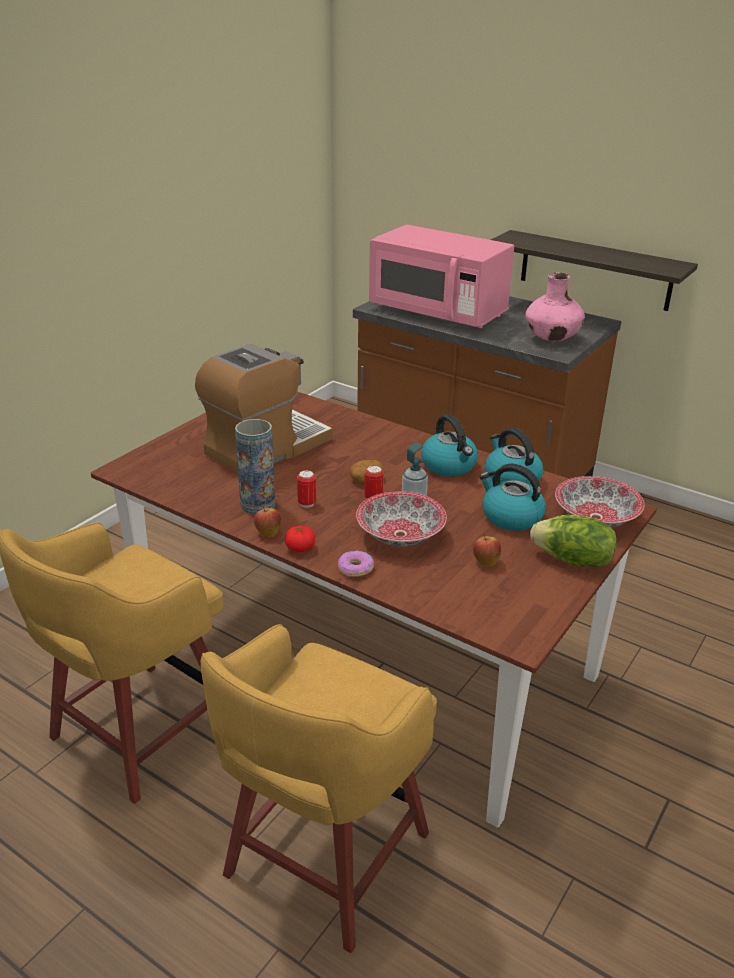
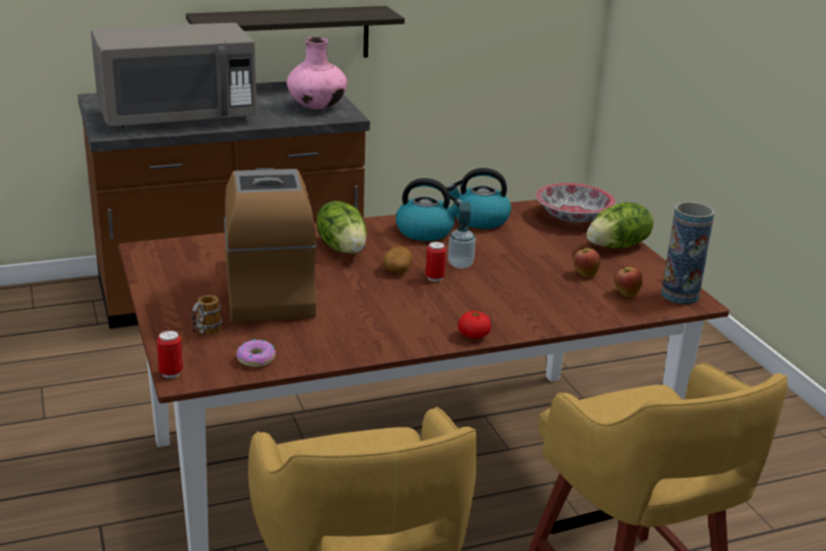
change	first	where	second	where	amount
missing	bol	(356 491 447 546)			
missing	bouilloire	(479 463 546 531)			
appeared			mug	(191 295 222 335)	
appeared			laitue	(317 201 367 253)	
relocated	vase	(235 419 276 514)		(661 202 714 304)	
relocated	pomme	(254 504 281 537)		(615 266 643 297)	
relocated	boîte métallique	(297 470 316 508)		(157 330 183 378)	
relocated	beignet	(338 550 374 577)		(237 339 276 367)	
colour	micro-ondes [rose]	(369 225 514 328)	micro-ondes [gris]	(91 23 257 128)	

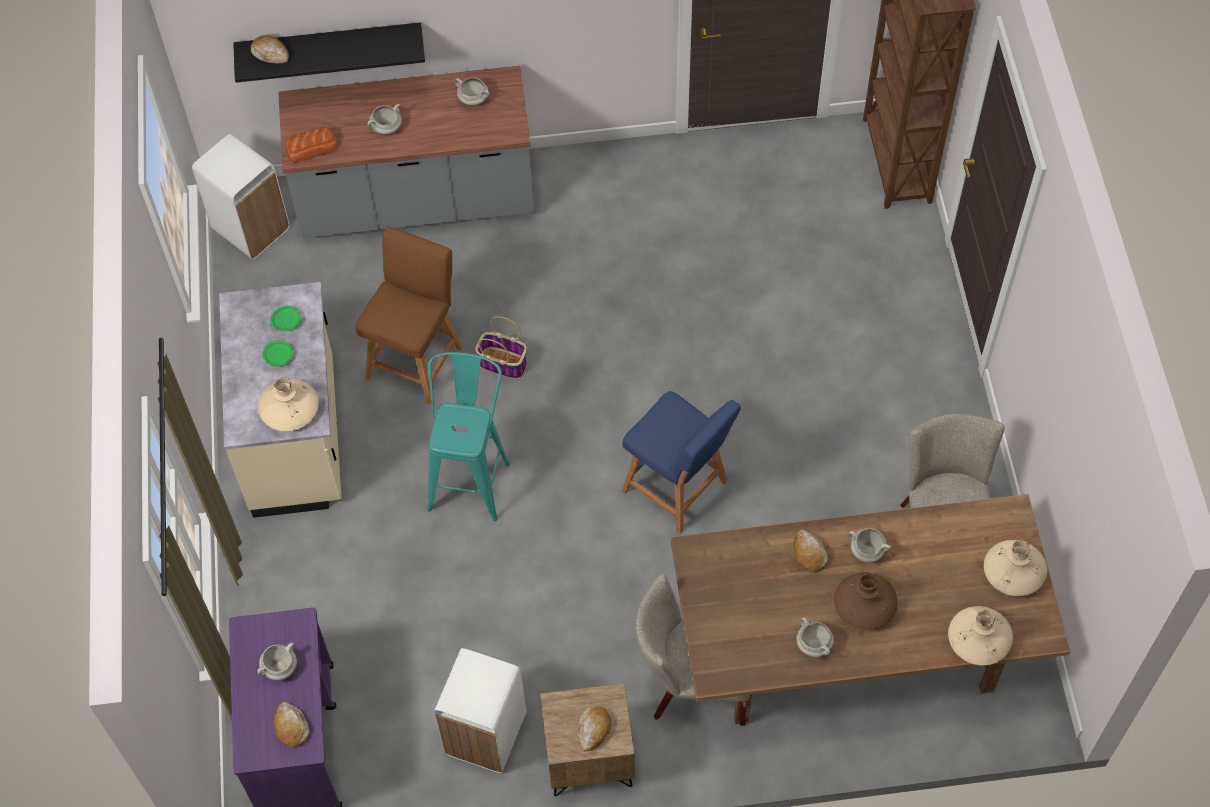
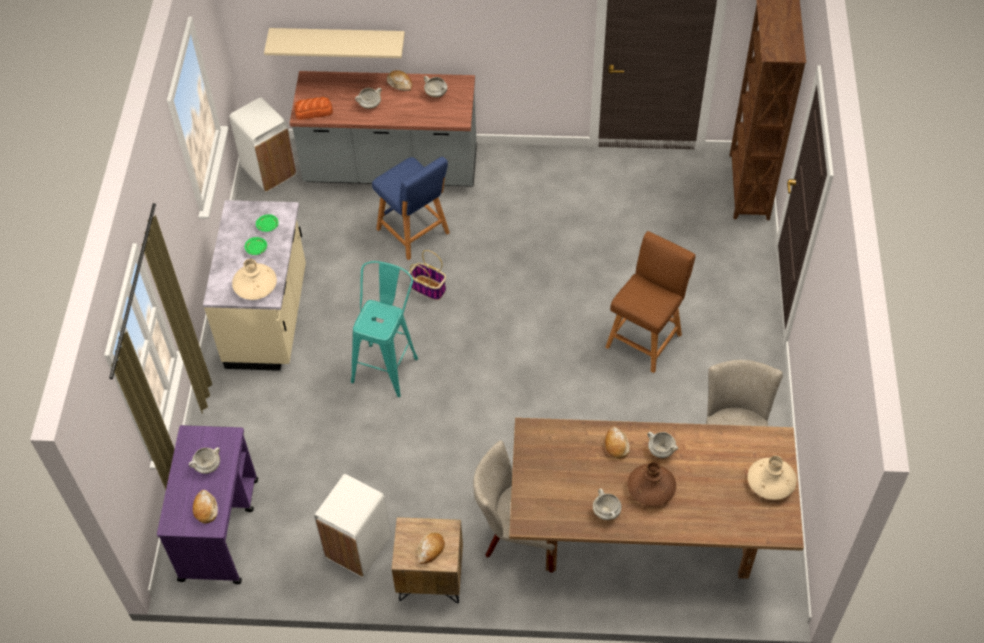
change	first	where	second	where	amount
missing	vase [beige]	(948 606 1013 665)			
relocated	pain	(251 35 289 64)		(387 70 412 91)	
relocated	tabouret [marron]	(356 226 463 404)		(605 231 696 373)	
relocated	tabouret [bleu]	(622 391 741 534)		(372 157 450 260)	
colour	étagère [noir]	(233 22 425 83)	étagère [beige]	(264 28 405 58)	

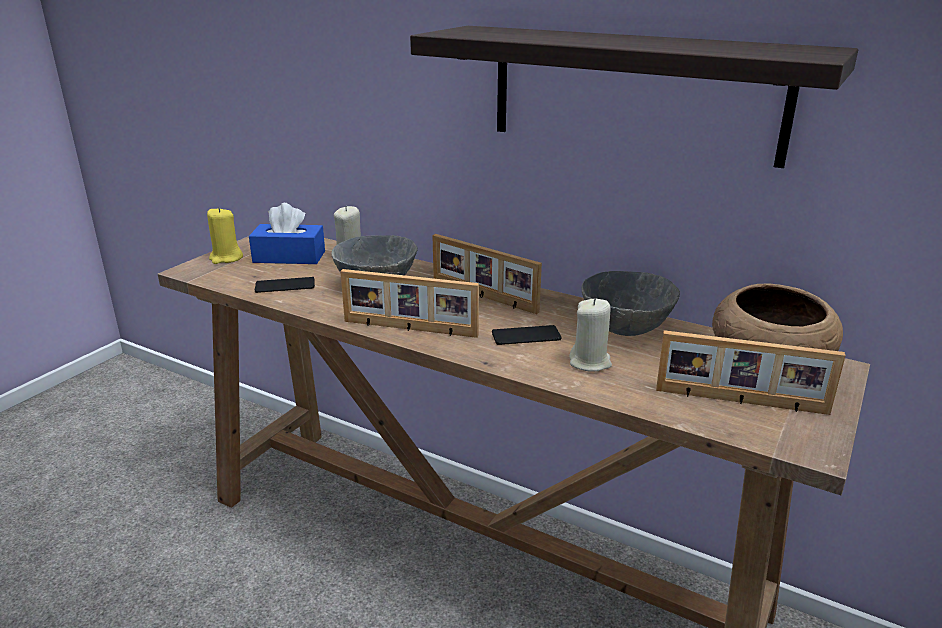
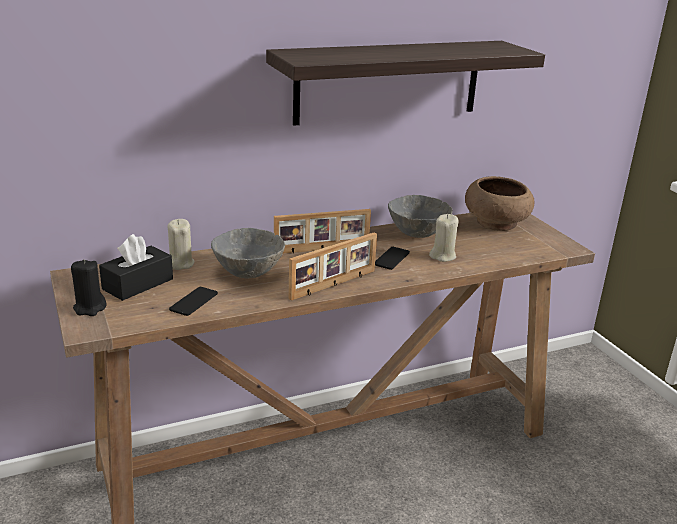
change	first	where	second	where	amount
missing	cadre photo	(656 330 846 415)			
colour	bougie [jaune]	(207 207 243 264)	bougie [noir]	(71 259 106 316)	
colour	boîte à mouchoirs [bleu]	(249 203 325 264)	boîte à mouchoirs [noir]	(99 234 173 301)	

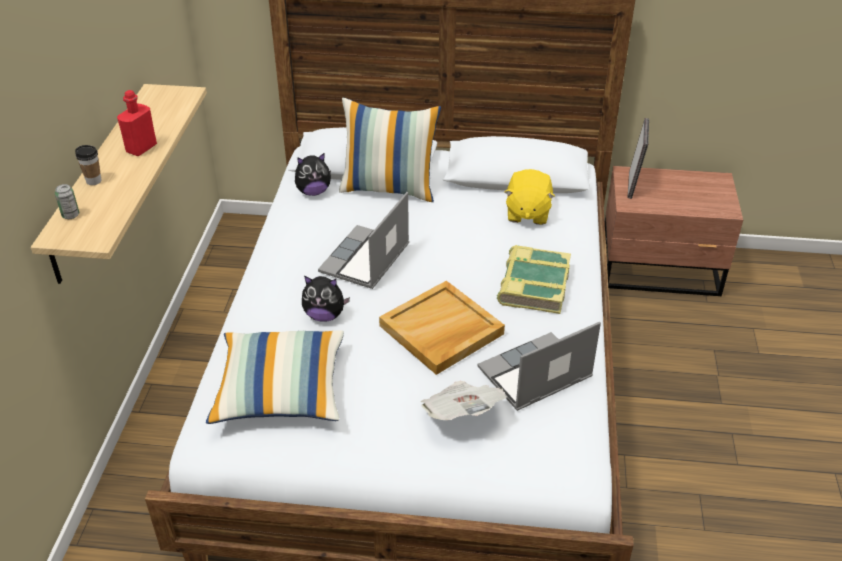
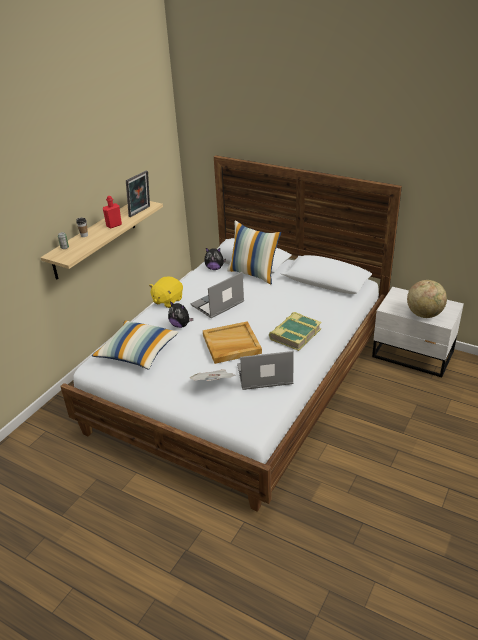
change	first	where	second	where	amount
appeared			globe	(407 280 447 318)	
relocated	peluche [jaune]	(504 169 555 225)		(149 277 183 308)	
relocated	cadre photo	(628 118 649 199)		(126 171 150 217)	
colour	table de chevet [marron]	(605 166 743 296)	table de chevet [blanc]	(372 287 464 377)	

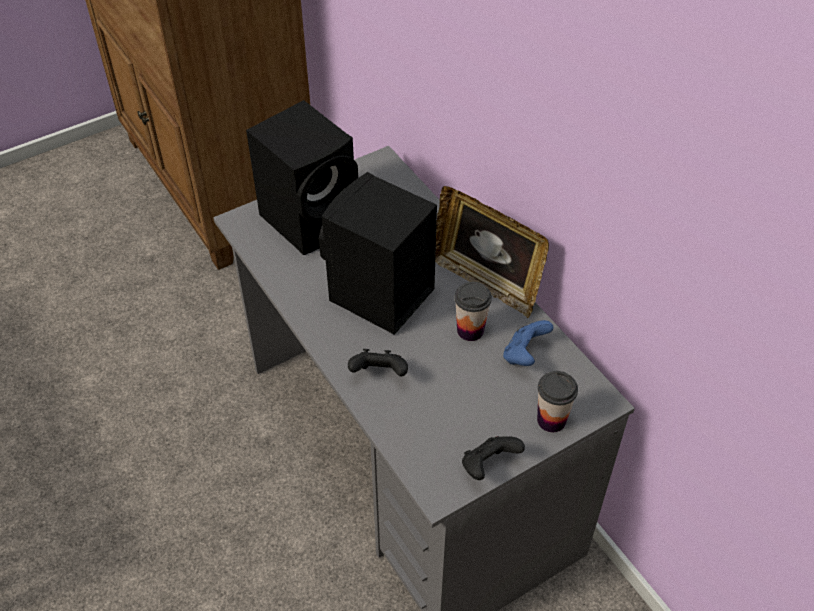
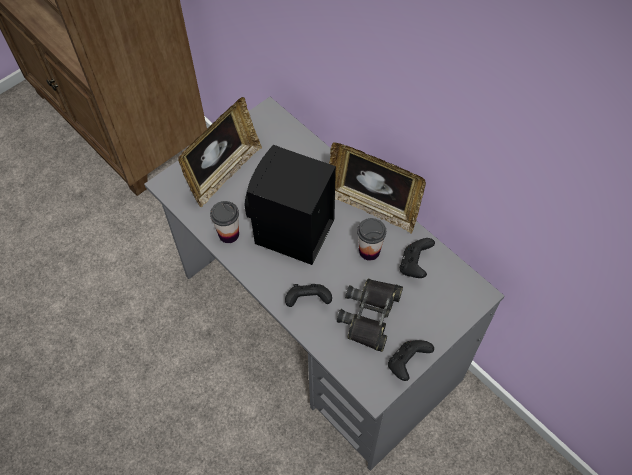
change	first	where	second	where	amount
appeared			jumelles [noir]	(337 279 403 352)	
relocated	tasse	(537 371 578 432)		(210 201 239 243)	
exchanged	enceinte [noir]	(246 100 358 255)	cadre photo	(178 97 262 207)	
colour	manette [bleu]	(503 320 554 366)	manette [noir]	(400 238 435 278)	

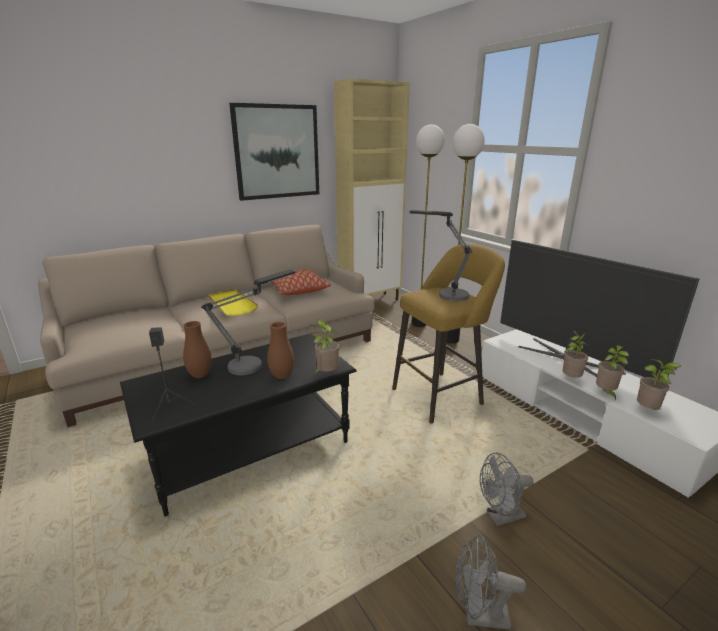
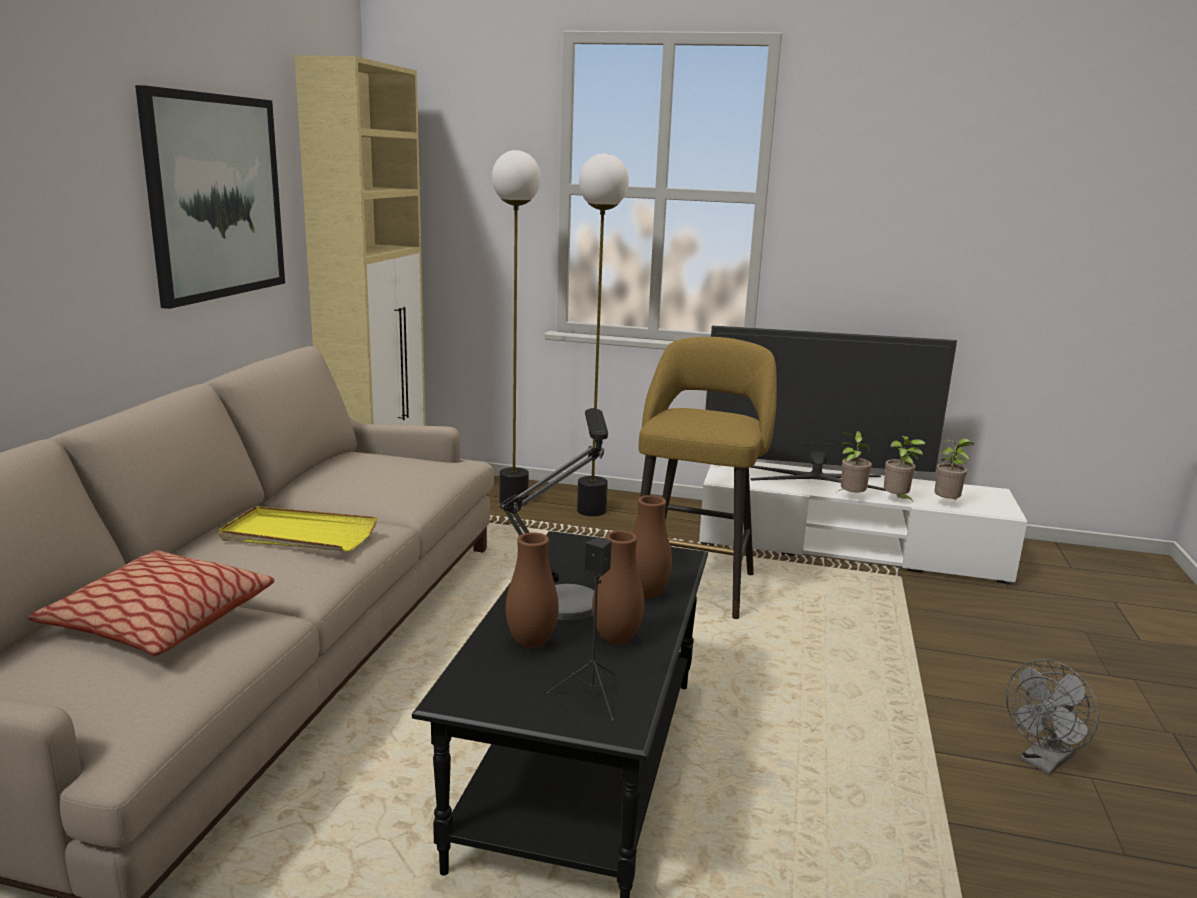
change	first	where	second	where	amount
missing	plante en pot	(310 319 339 373)			
missing	lampe de table	(409 210 472 301)			
missing	ventilateur [gris]	(480 453 534 526)			
appeared			vase [marron]	(592 530 644 644)	
relocated	coussin	(271 269 331 295)		(28 550 275 656)	

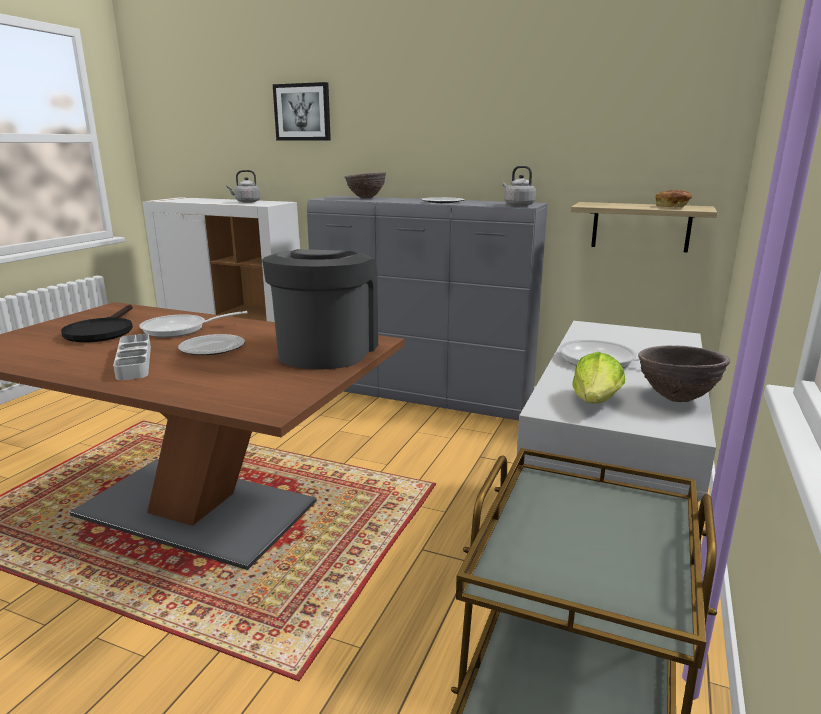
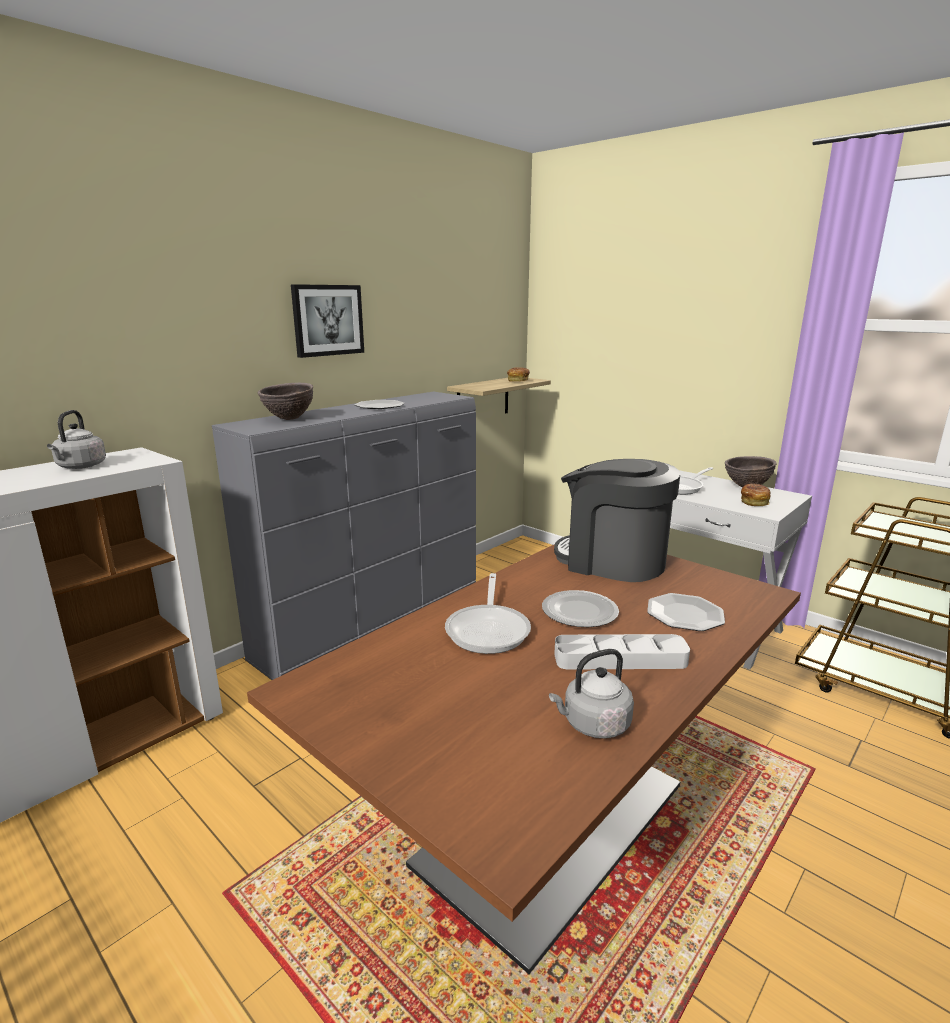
change	first	where	second	where	amount
missing	poêle [noir]	(61 305 133 343)			
appeared			assiette	(647 593 725 631)	
relocated	tableau	(273 82 331 141)		(291 284 364 358)	
relocated	bouilloire [gris]	(503 166 536 206)		(549 649 634 738)	
exchanged	laitue	(572 352 625 404)	pain	(741 484 771 506)	

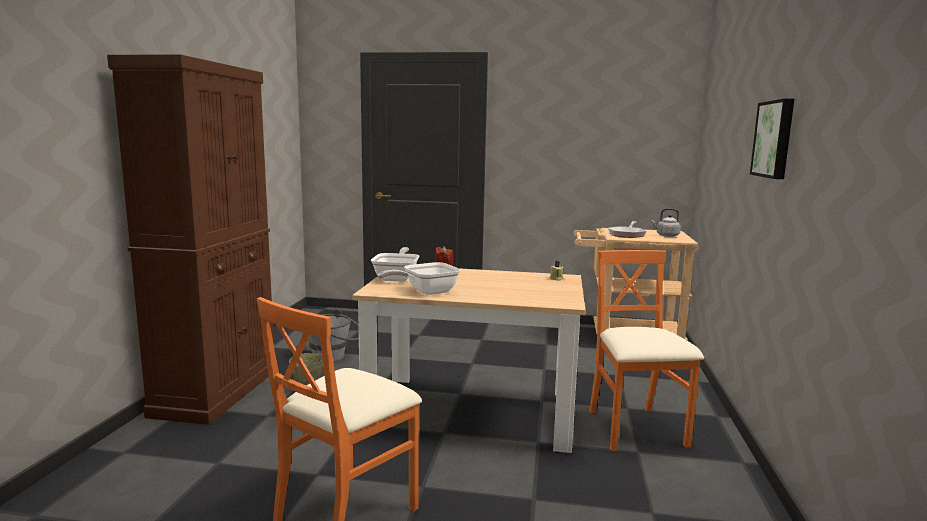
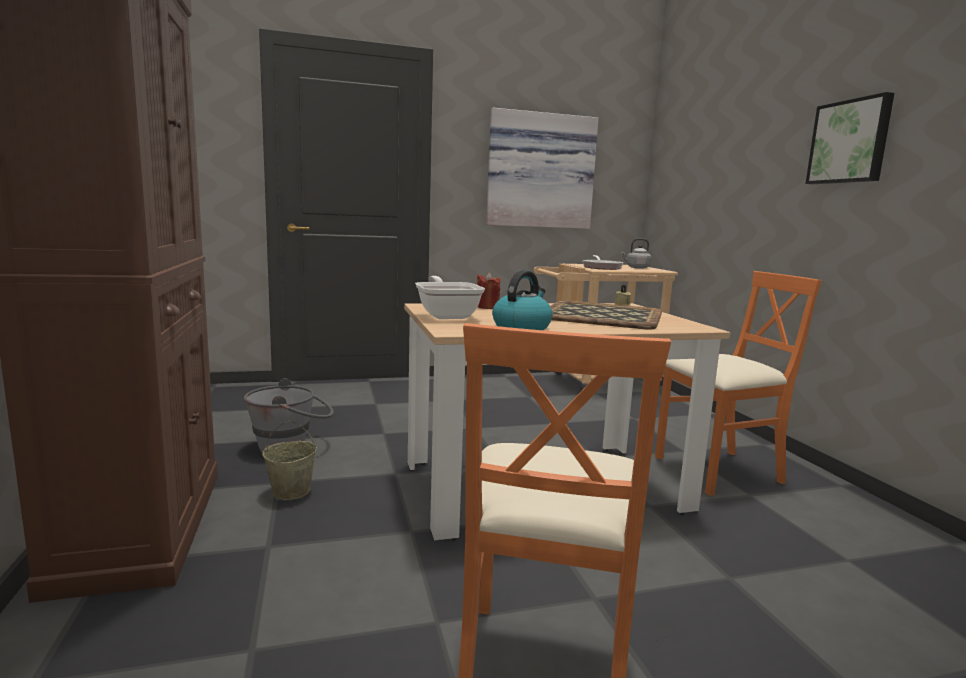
change	first	where	second	where	amount
appeared			tableau	(486 108 599 229)	
appeared			plateau	(550 300 662 330)	
exchanged	poêle	(377 262 461 295)	bouilloire	(492 270 553 330)	
spun	chaise [orange]	(590 250 704 451)		(655 271 822 496)	105 degrees clockwise

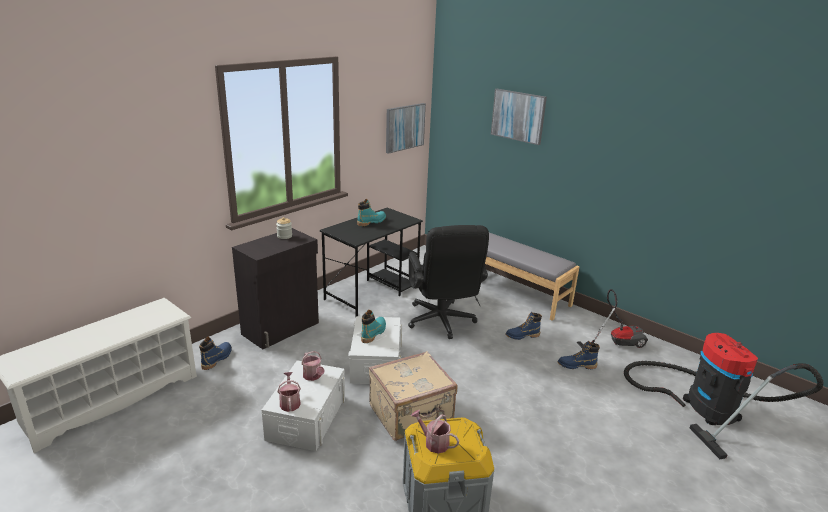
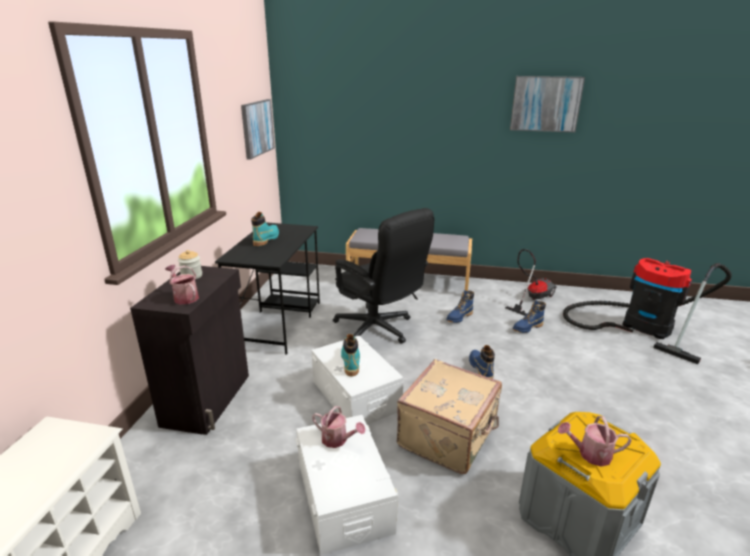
change	first	where	second	where	amount
relocated	botte [bleu]	(199 337 232 370)		(469 345 495 379)	
relocated	arrosoir	(277 372 301 412)		(165 265 199 304)	
relocated	tableau	(491 89 547 145)		(510 76 585 132)	

